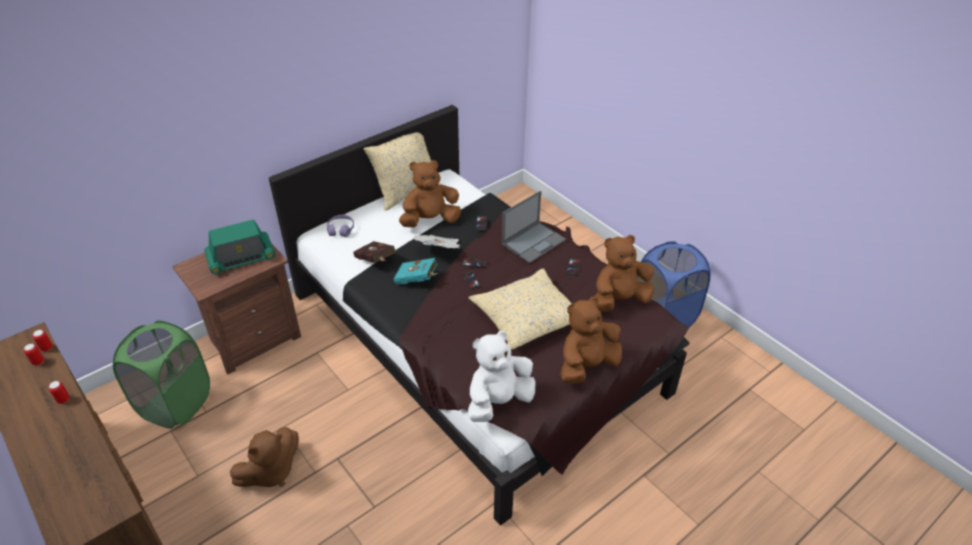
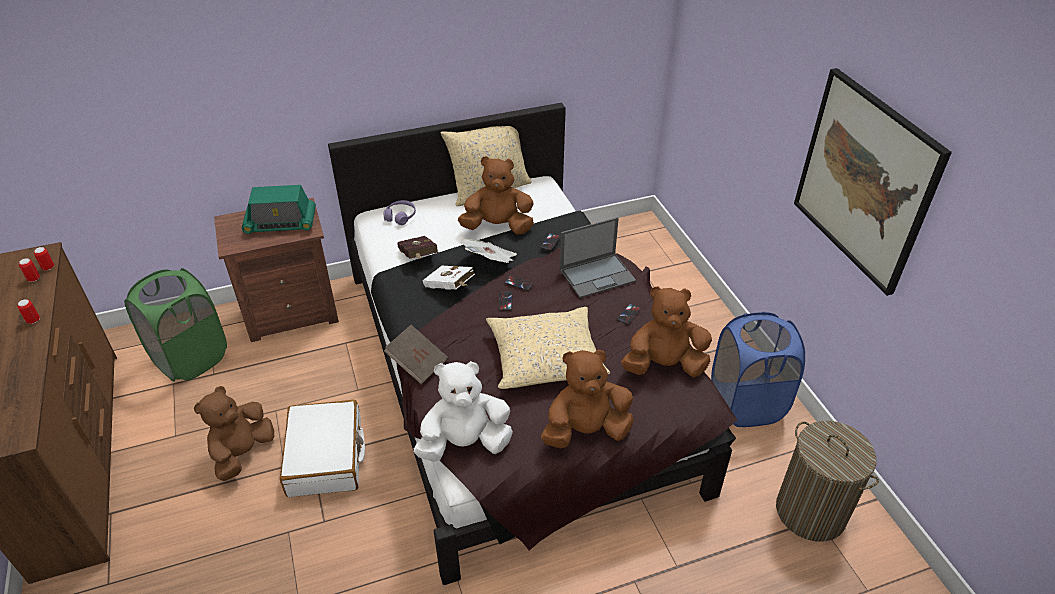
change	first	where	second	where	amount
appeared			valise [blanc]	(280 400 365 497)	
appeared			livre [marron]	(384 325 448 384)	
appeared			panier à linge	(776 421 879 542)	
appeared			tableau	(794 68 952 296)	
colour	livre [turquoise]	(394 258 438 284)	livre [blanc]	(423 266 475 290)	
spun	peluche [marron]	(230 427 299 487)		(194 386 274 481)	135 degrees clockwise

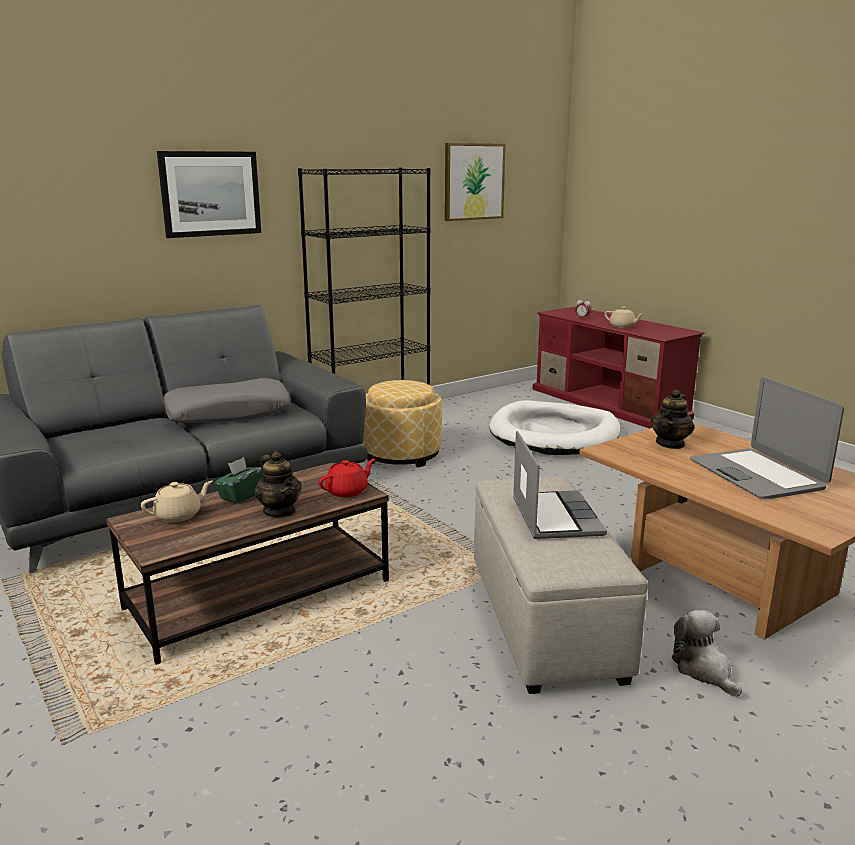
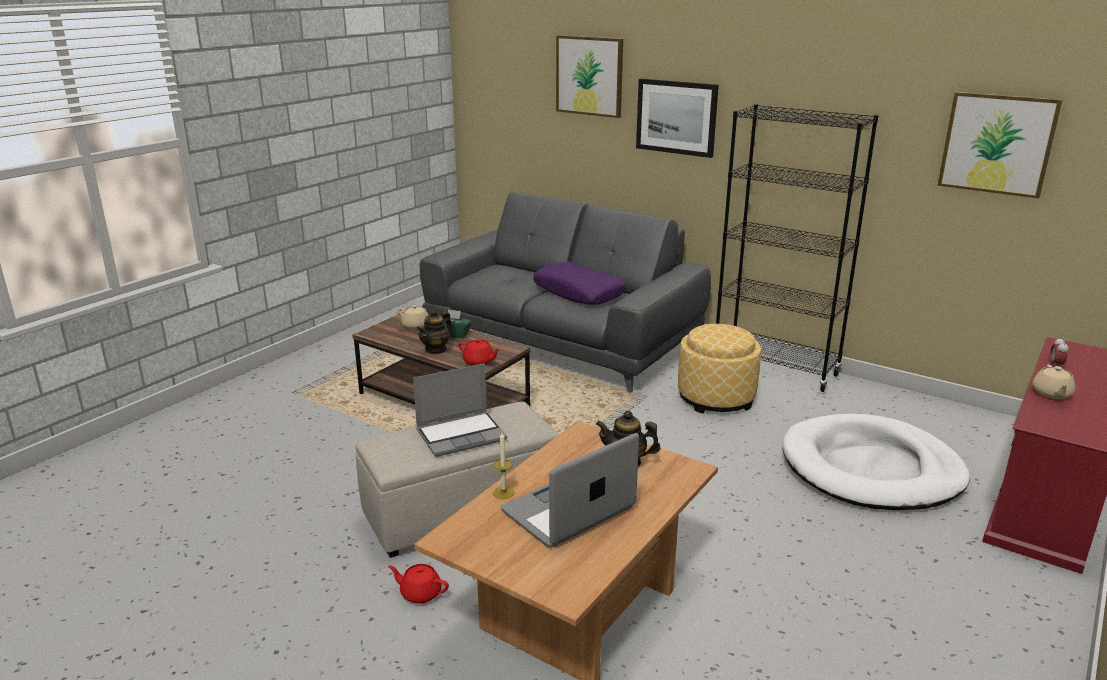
change	first	where	second	where	amount
appeared			bougie	(493 433 515 499)	
appeared			tableau	(556 35 623 118)	
exchanged	peluche	(672 610 742 697)	théière [rouge]	(388 564 449 604)	
colour	coussin [gris]	(163 378 291 423)	coussin [violet]	(533 262 626 305)	

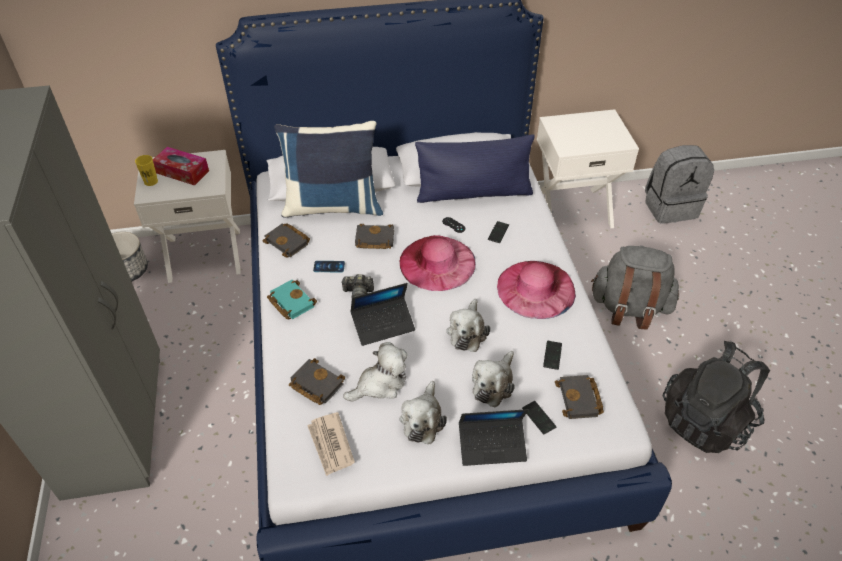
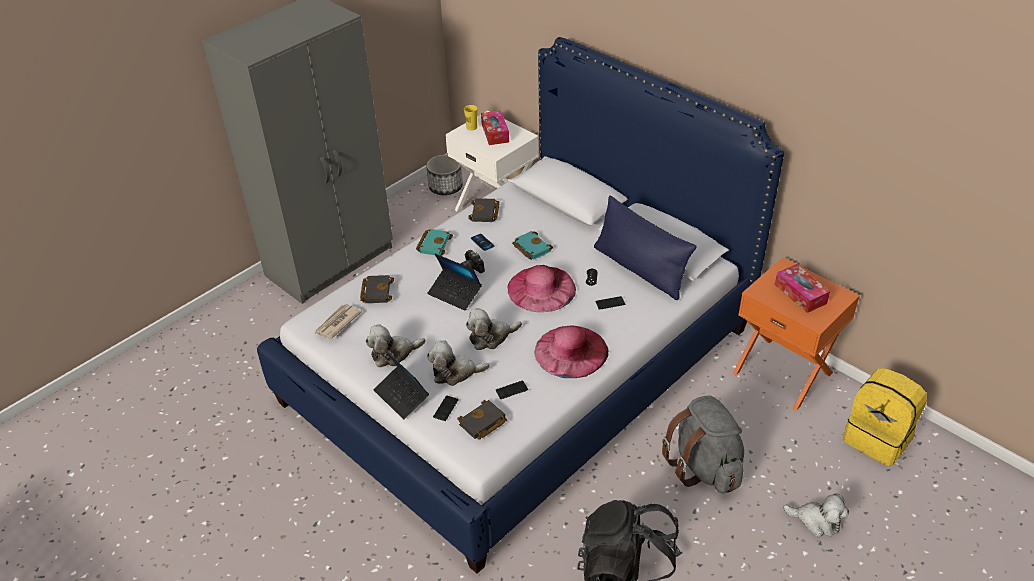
change	first	where	second	where	amount
missing	coussin [bleu]	(274 121 383 218)			
appeared			boîte à mouchoirs	(775 264 830 313)	
relocated	peluche	(343 342 408 402)		(783 493 849 537)	
colour	livre [noir]	(355 224 394 249)	livre [turquoise]	(512 231 553 260)	
colour	table de chevet [blanc]	(537 109 639 228)	table de chevet [orange]	(732 257 860 411)	
colour	sac à dos [gris]	(645 145 714 224)	sac à dos [jaune]	(843 368 927 466)	

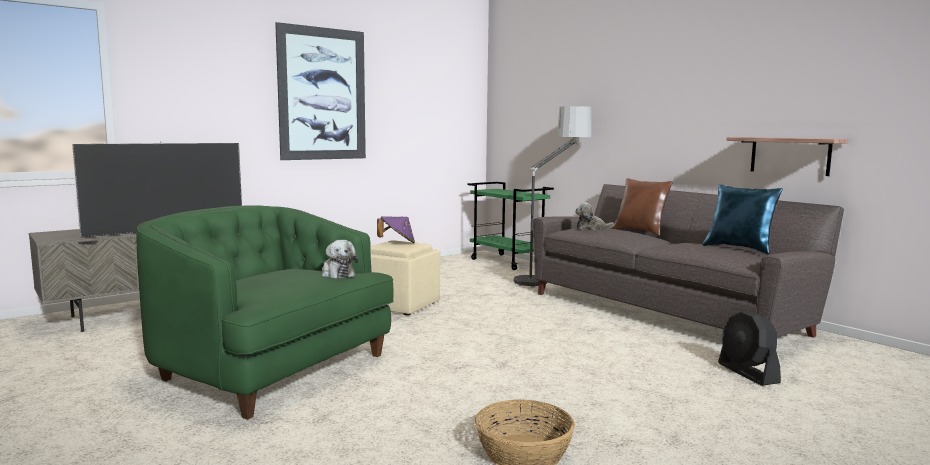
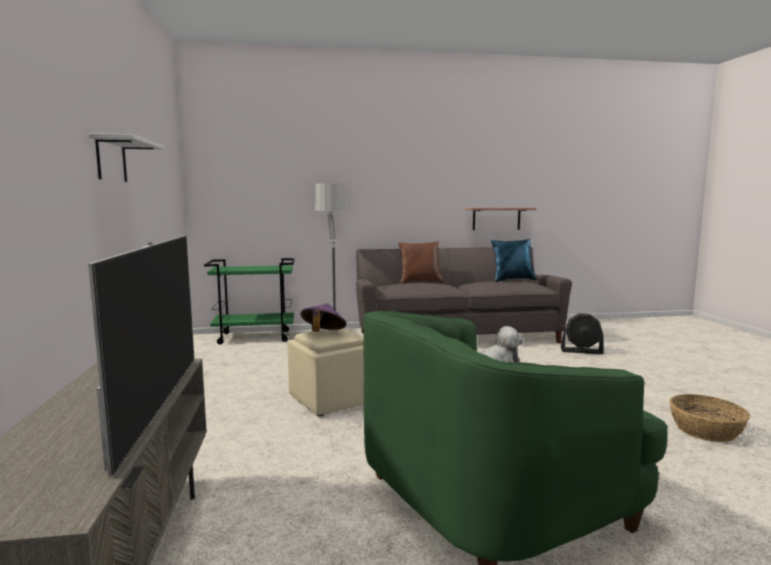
change	first	where	second	where	amount
missing	peluche	(575 203 614 230)			
exchanged	tableau	(275 22 366 160)	étagère [blanc]	(88 133 165 182)	

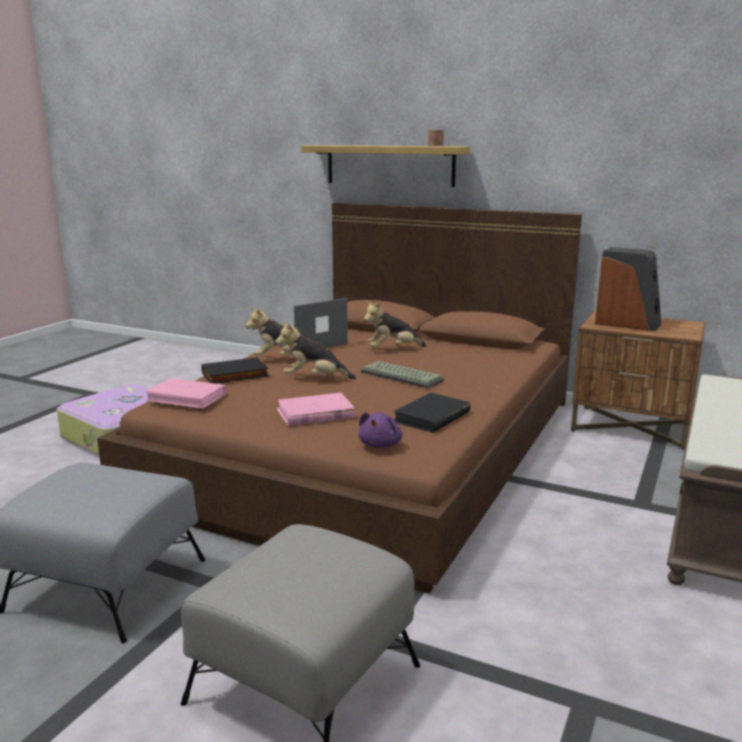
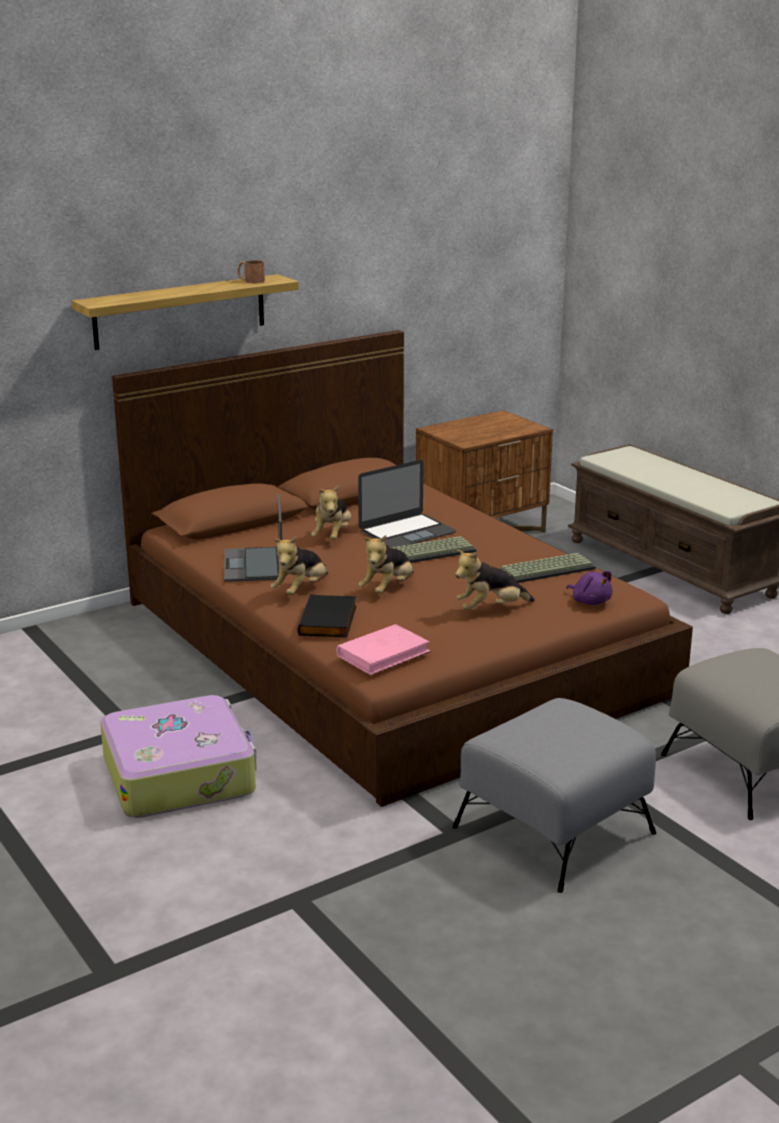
change	first	where	second	where	amount
missing	enceinte	(595 247 661 331)			
appeared			ordinateur portable	(358 460 456 547)	
exchanged	livre [rose]	(276 392 355 426)	peluche	(455 550 535 610)	
exchanged	livre [noir]	(393 393 471 433)	clavier	(501 553 596 583)	

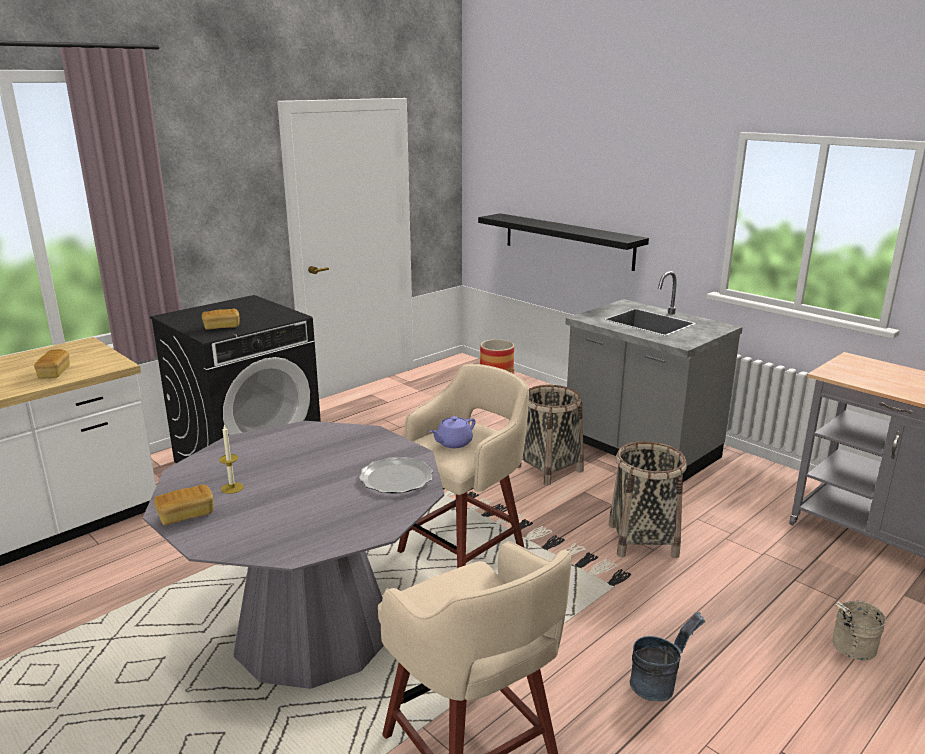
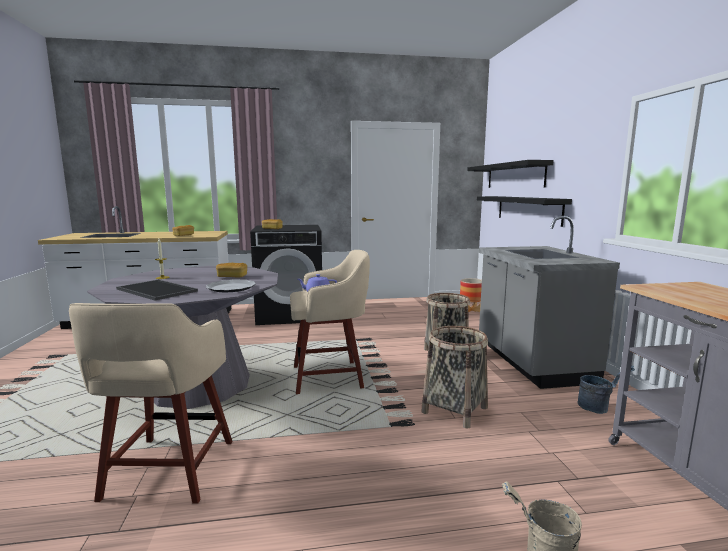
change	first	where	second	where	amount
appeared			plateau	(116 280 198 301)	
appeared			étagère [noir]	(467 160 554 188)	
relocated	pain	(154 485 214 525)		(216 263 247 278)	
relocated	seau [gris]	(630 612 705 701)		(577 366 635 414)	

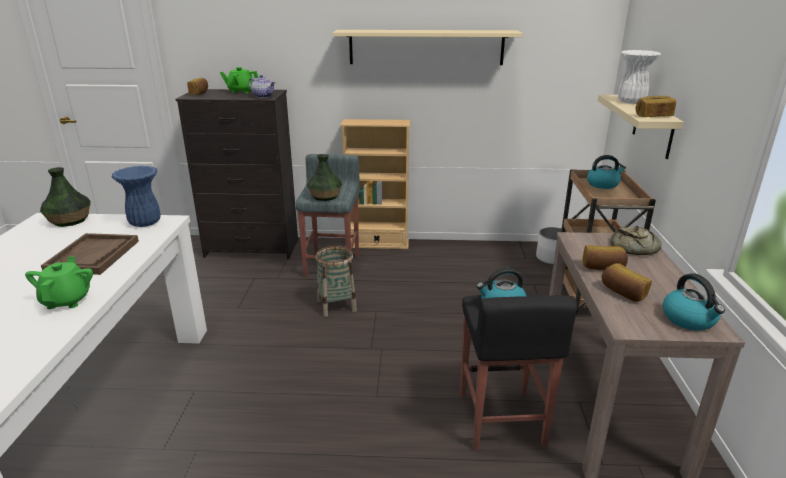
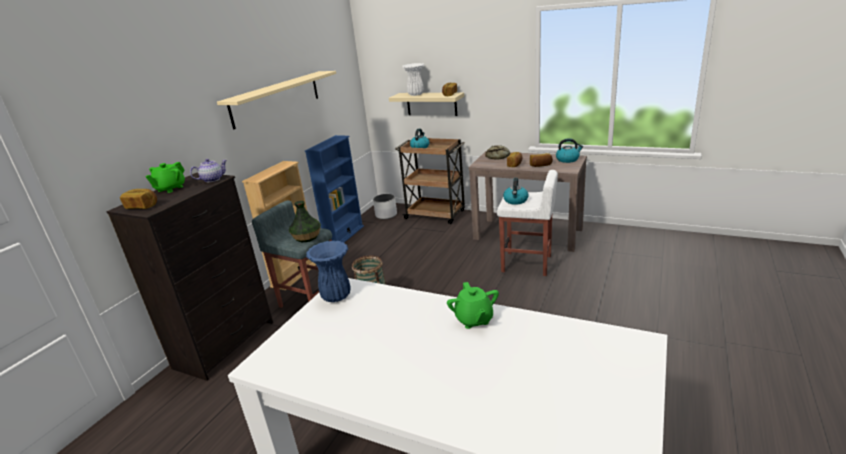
change	first	where	second	where	amount
missing	vase	(40 167 91 227)			
missing	plateau [marron]	(41 233 139 275)			
appeared			bibliothèque [bleu]	(305 135 364 242)	
colour	tabouret [noir]	(460 294 577 450)	tabouret [blanc]	(497 170 558 276)	
spun	théière [vert]	(25 256 93 309)		(447 282 499 329)	120 degrees counterclockwise

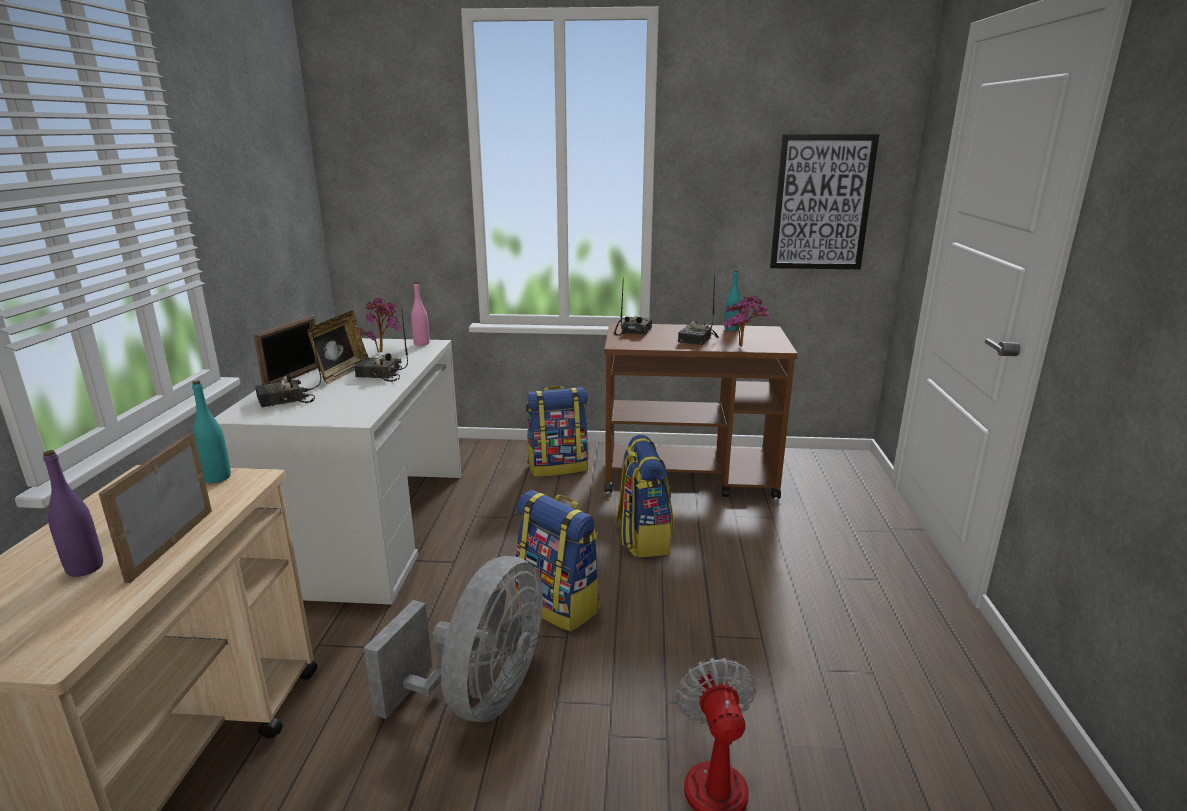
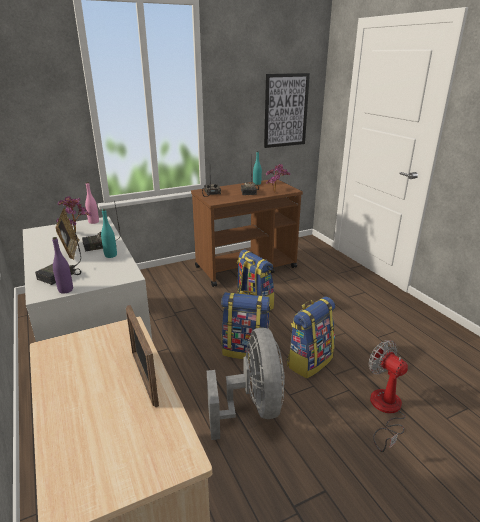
change	first	where	second	where	amount
missing	cadre photo	(253 315 318 385)			
relocated	bouteille [violet]	(43 450 103 577)		(52 237 73 294)	
relocated	bouteille [turquoise]	(192 381 231 483)		(101 209 117 258)	
relocated	sac à dos	(526 386 588 477)		(287 297 335 379)	

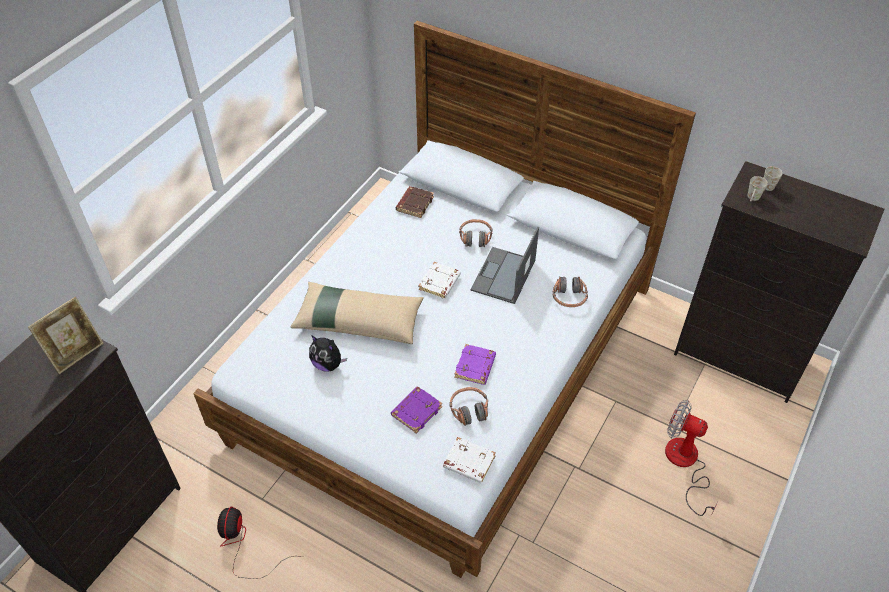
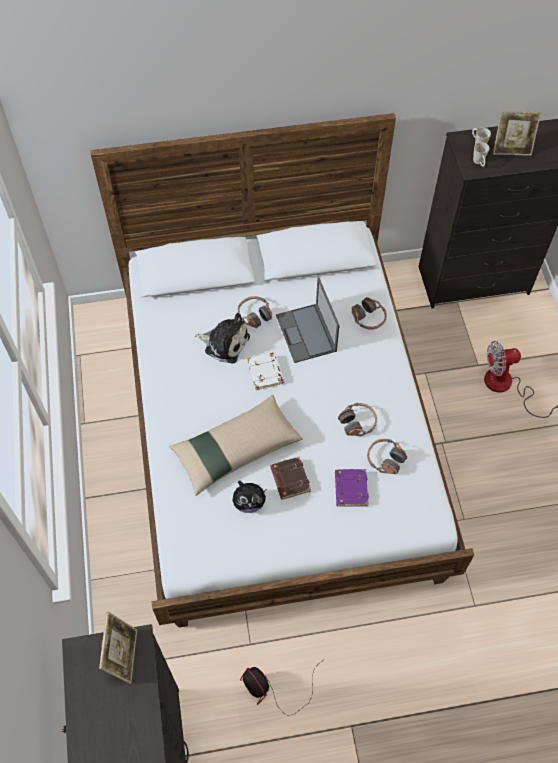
change	first	where	second	where	amount
missing	livre [blanc]	(443 437 496 483)			
appeared			peluche	(195 313 250 364)	
appeared			cadre photo	(493 111 541 156)	
relocated	livre [marron]	(396 186 434 218)		(270 457 311 500)	
exchanged	livre [violet]	(454 344 496 385)	casque audio	(338 403 377 436)	

